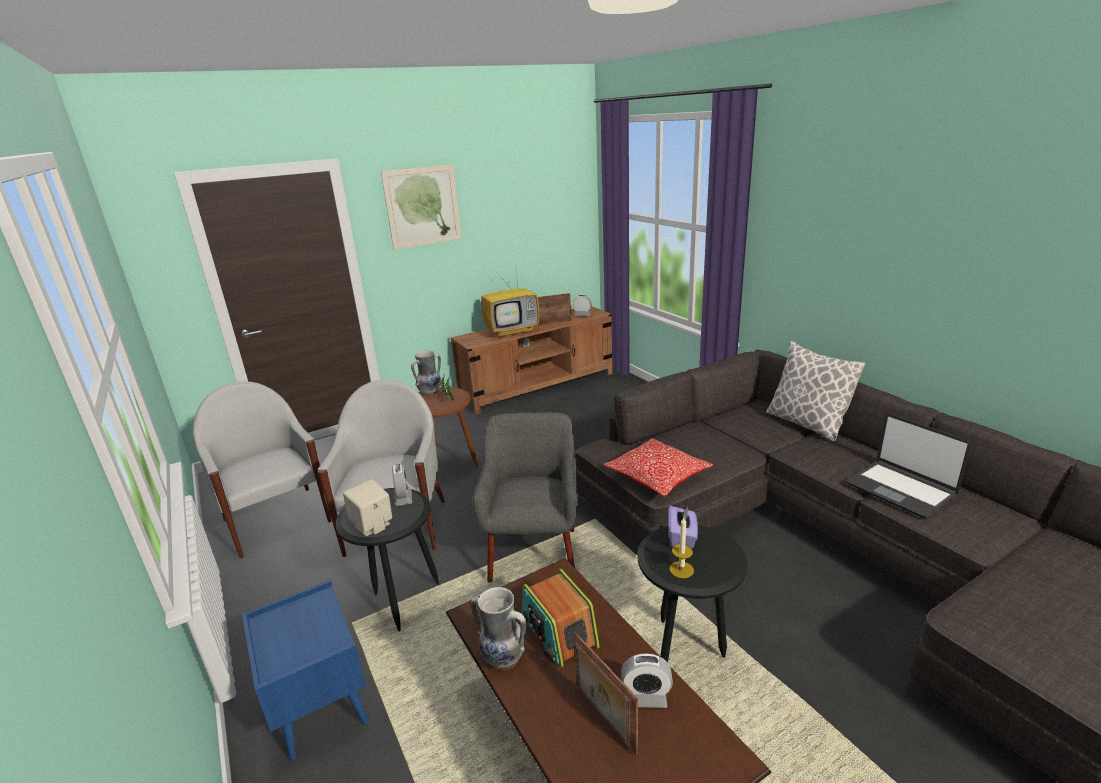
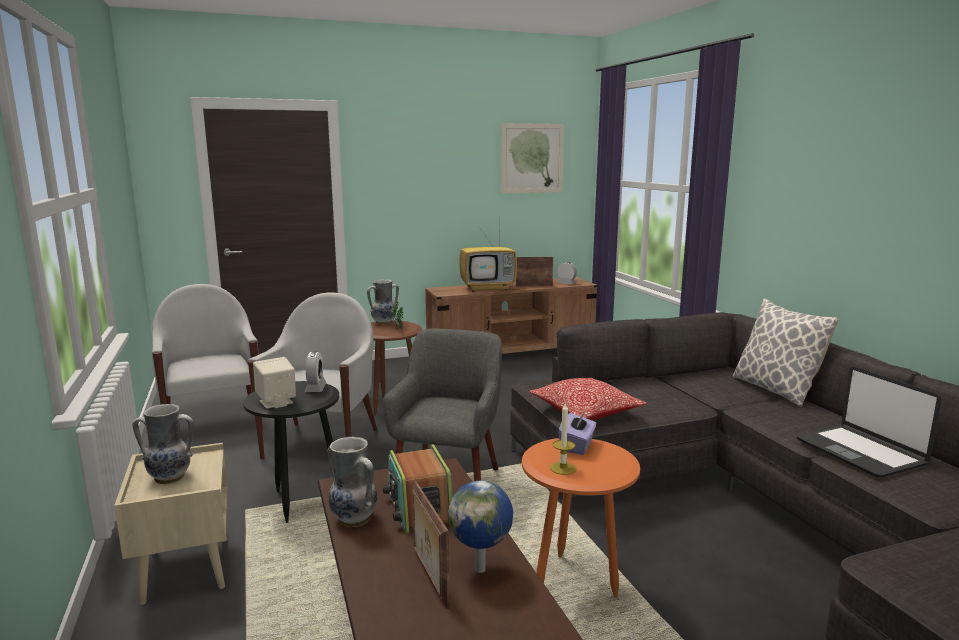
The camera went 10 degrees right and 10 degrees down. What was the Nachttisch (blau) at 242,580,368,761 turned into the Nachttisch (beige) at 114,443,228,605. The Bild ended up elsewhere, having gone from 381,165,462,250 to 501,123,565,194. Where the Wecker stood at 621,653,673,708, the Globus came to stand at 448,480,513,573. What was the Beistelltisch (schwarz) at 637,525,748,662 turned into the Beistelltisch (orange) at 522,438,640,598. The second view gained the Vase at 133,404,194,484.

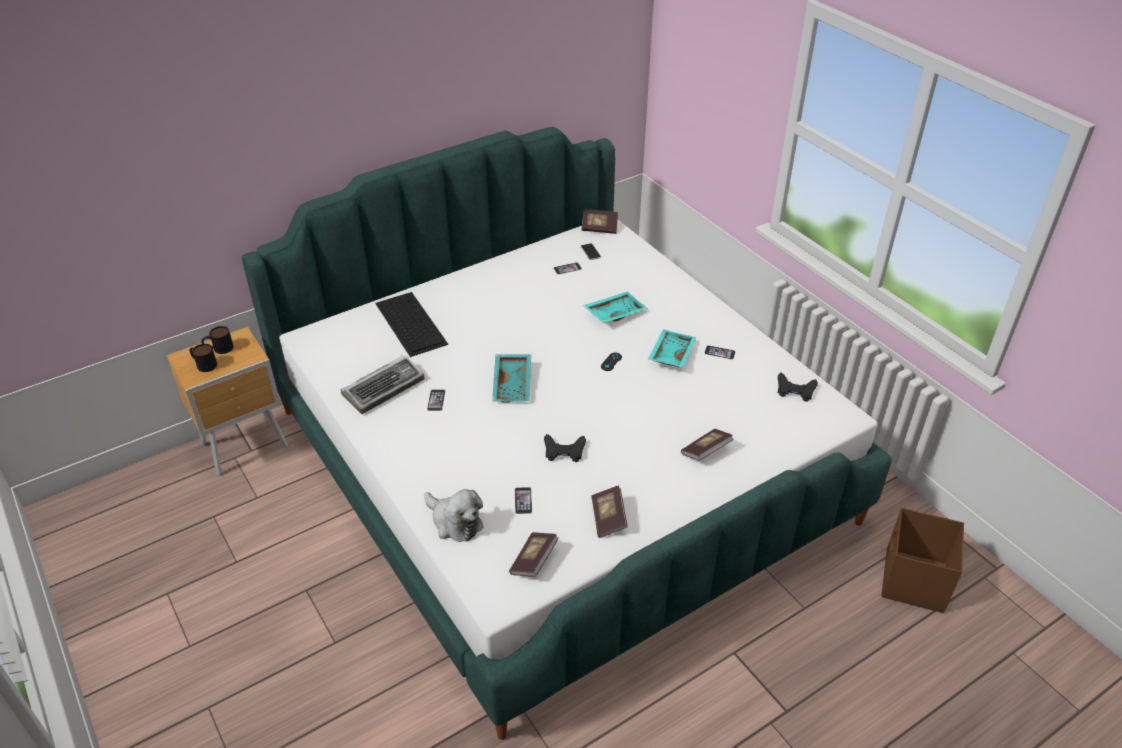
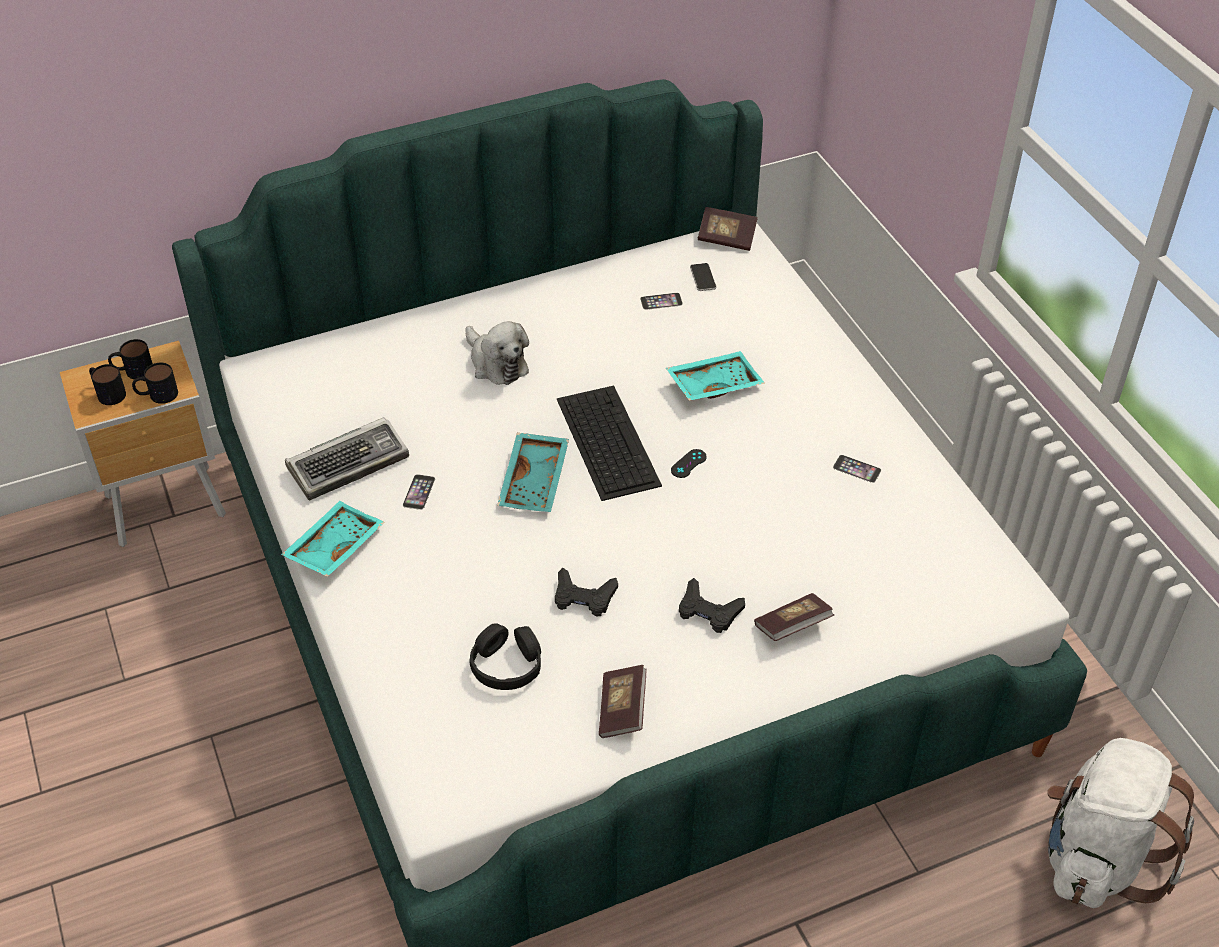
The camera went 10 degrees right and 5 degrees up. The Tastatur ended up elsewhere, having gone from 375,292,448,357 to 557,386,662,501. The Plüschtier ended up elsewhere, having gone from 424,489,484,542 to 465,321,529,385. The second view lost the Buch at 509,532,559,577. Where the Handy stood at 515,487,532,514, the Kopfhörer (schwarz) came to stand at 469,623,541,690. The Tablett (türkis) ended up elsewhere, having gone from 648,329,697,368 to 281,501,385,577. The Gamepad (schwarz) ended up elsewhere, having gone from 778,373,818,402 to 679,578,745,633. Where the Aufbewahrungsbox (braun) stood at 881,508,964,613, the Rucksack (weiß) came to stand at 1048,738,1194,908. The second view gained the Henkelbecher at 132,363,178,404.

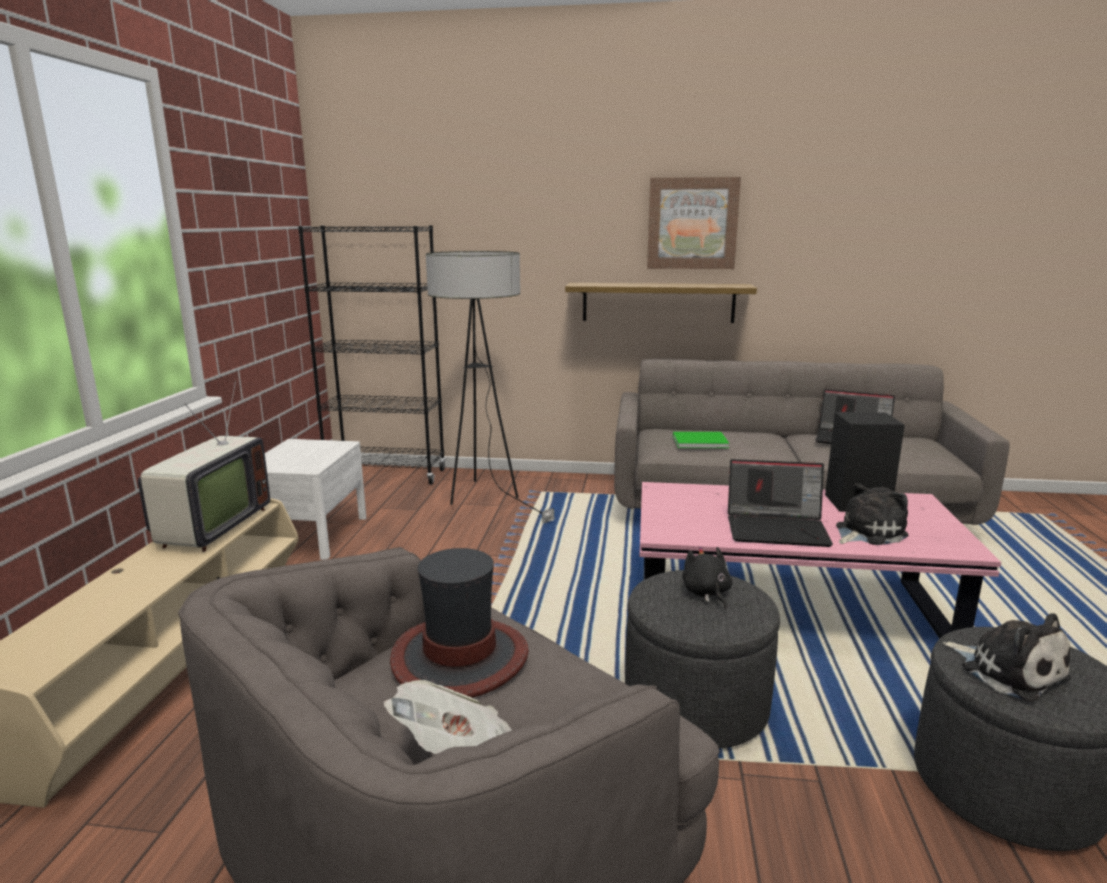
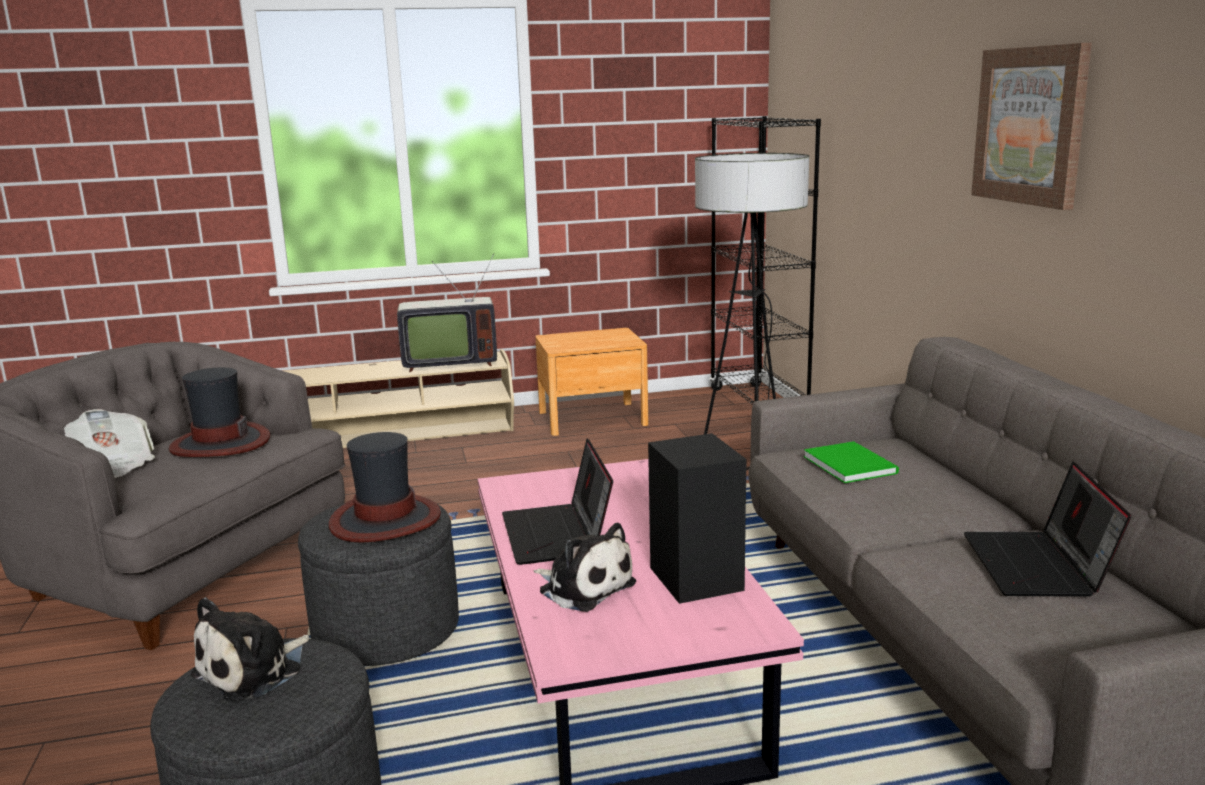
The camera went 70 degrees right and 0 degrees up. What was the Nachttisch (weiß) at 265,439,366,560 turned into the Nachttisch (braun) at 535,328,648,436. The second view lost the Wandregal at 565,283,757,323. Where the Plüschtier (schwarz) stood at 683,546,732,610, the Hut came to stand at 329,432,441,543.

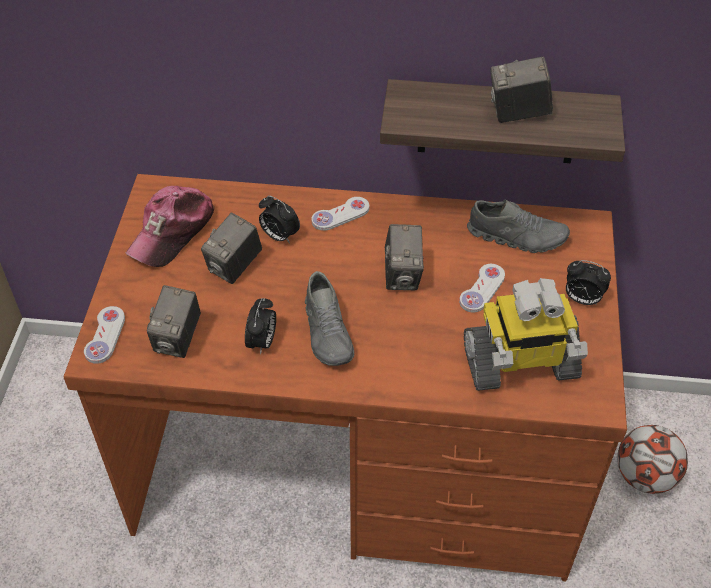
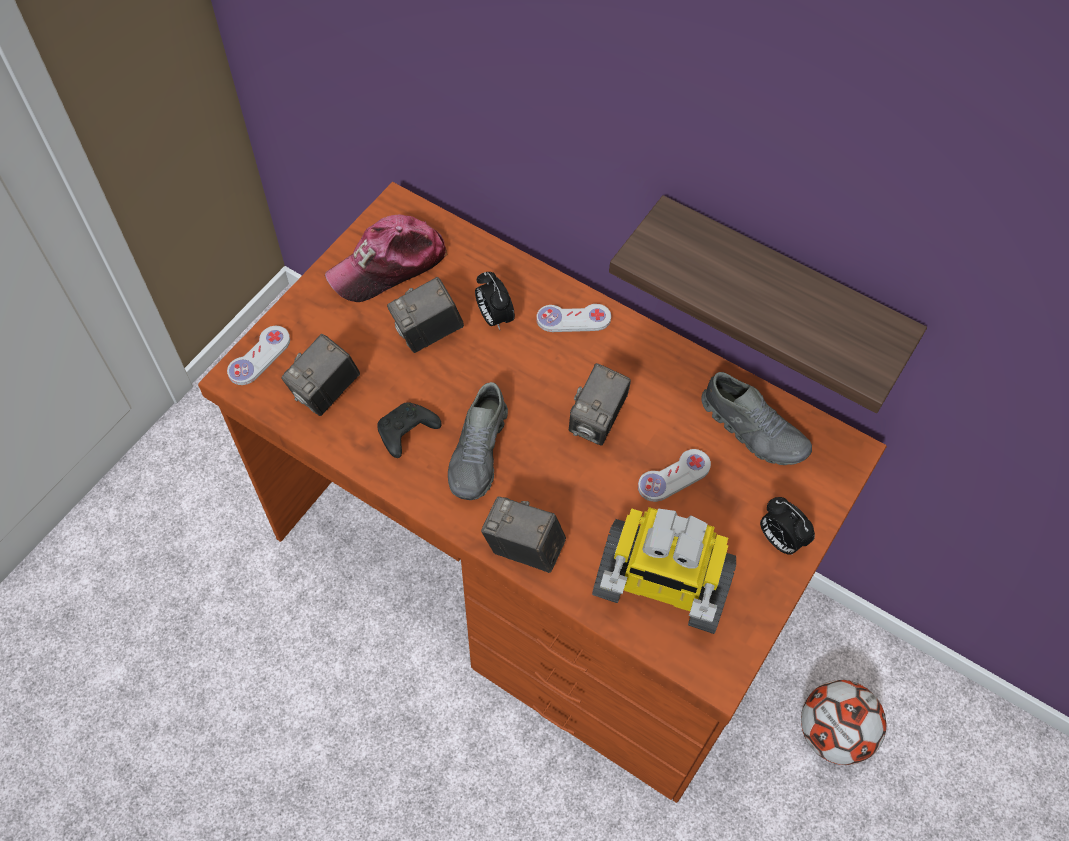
The camera went 25 degrees right and 10 degrees up. Where the Wecker stood at 245,298,276,354, the Gamepad (schwarz) came to stand at 377,402,442,458. The Kamera ended up elsewhere, having gone from 490,56,553,123 to 481,497,566,573.

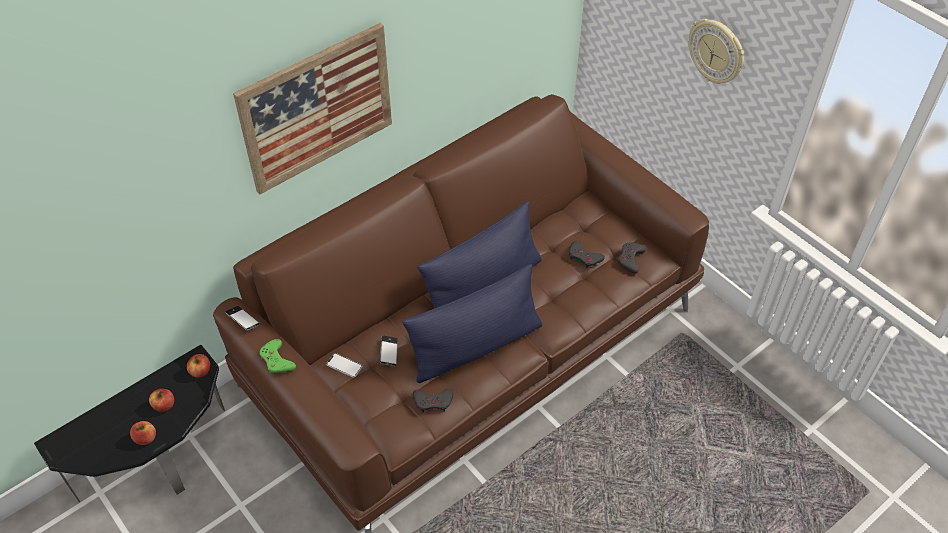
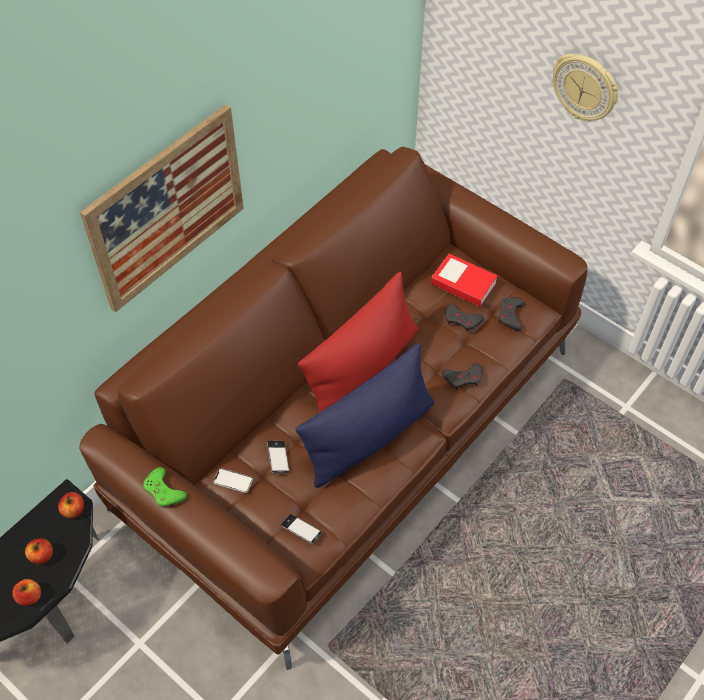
The camera went 10 degrees left and 5 degrees up. The Handy ended up elsewhere, having gone from 225,306,260,331 to 281,514,322,544. The Gamepad (grau) ended up elsewhere, having gone from 413,388,453,413 to 442,363,482,390. What was the Kissen (blau) at 418,201,542,308 turned into the Kissen (rot) at 298,272,418,413. The second view gained the Buch at 431,254,497,307.

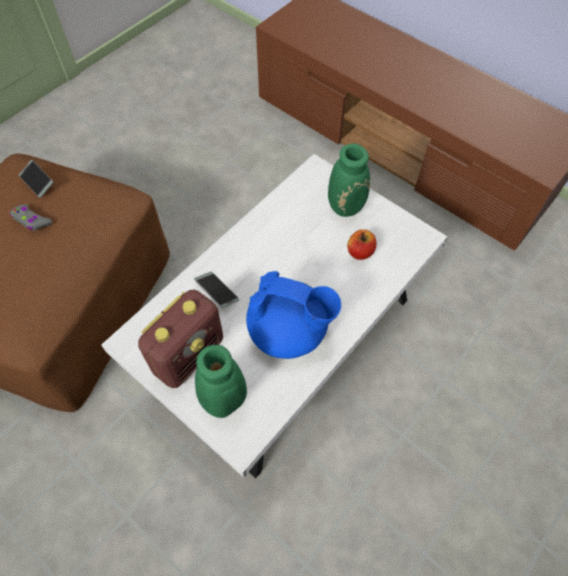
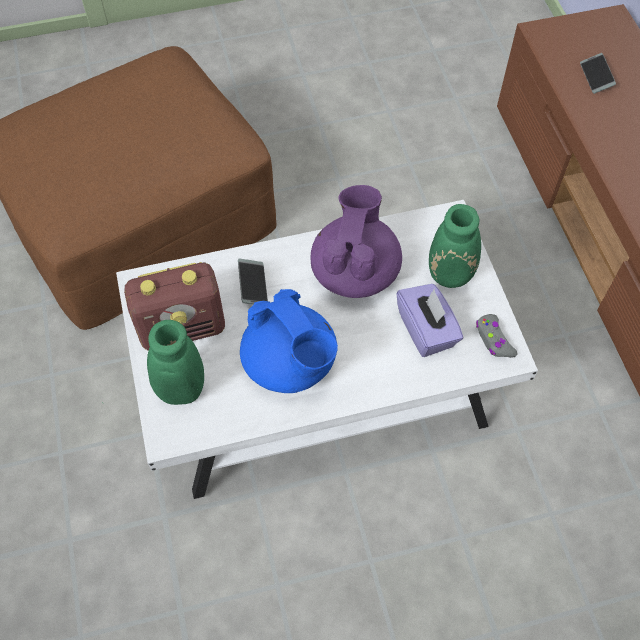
The camera went 35 degrees right and 0 degrees up. The Gamepad (grau) ended up elsewhere, having gone from 10,204,52,230 to 476,314,518,358. The Handy ended up elsewhere, having gone from 19,160,53,198 to 580,53,616,94. Where the Apfel stood at 347,229,376,260, the Taschentuchbox (lila) came to stand at 396,284,463,357. The second view gained the Teekanne (lila) at 311,185,402,298.

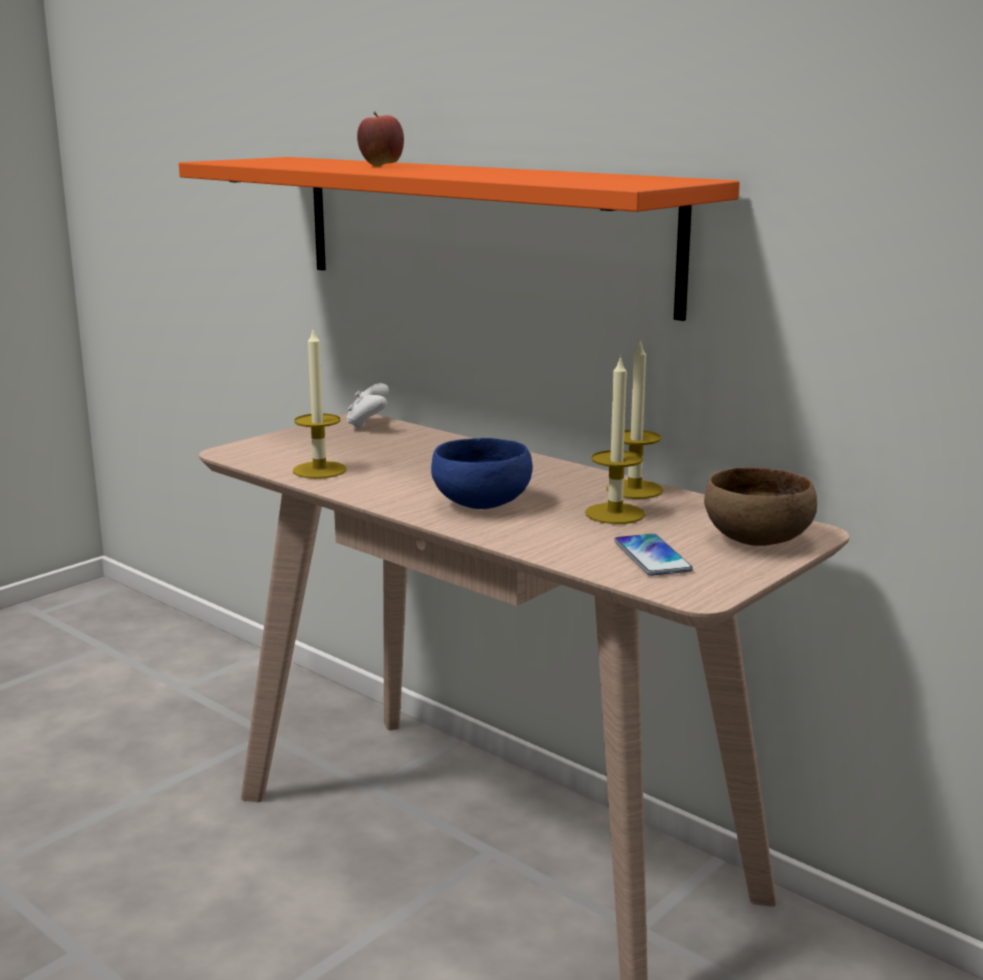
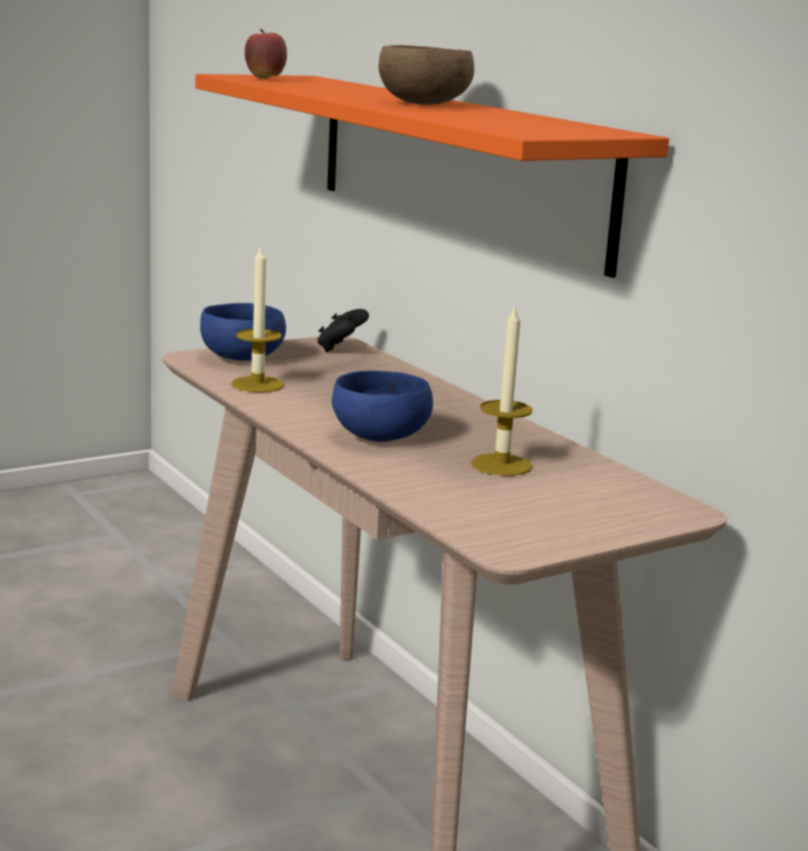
The camera went 15 degrees right and 0 degrees up. What was the Gamepad (weiß) at 346,383,389,430 turned into the Gamepad (schwarz) at 317,309,369,352. The Apfel ended up elsewhere, having gone from 357,111,404,166 to 245,29,287,79. The second view lost the Kerze at 606,339,663,499. The second view lost the Handy at 614,534,693,576. The Schüssel (braun) ended up elsewhere, having gone from 704,467,817,546 to 378,45,474,104. The second view gained the Schüssel (blau) at 200,303,286,361.

